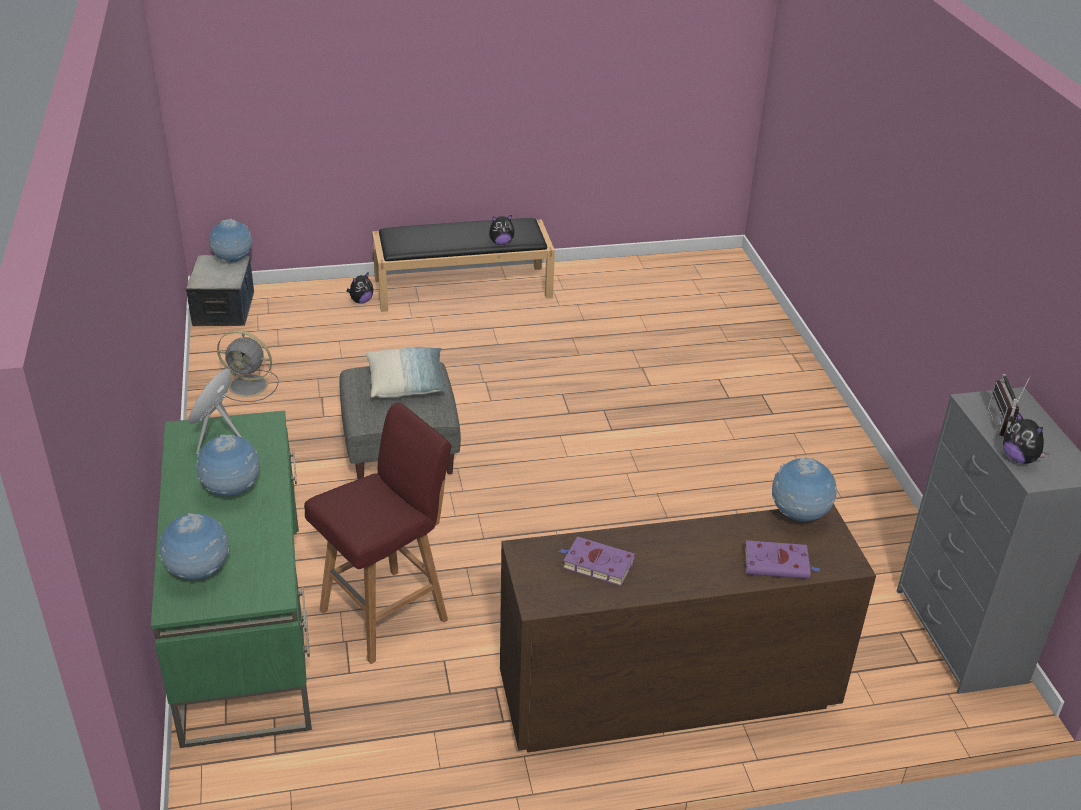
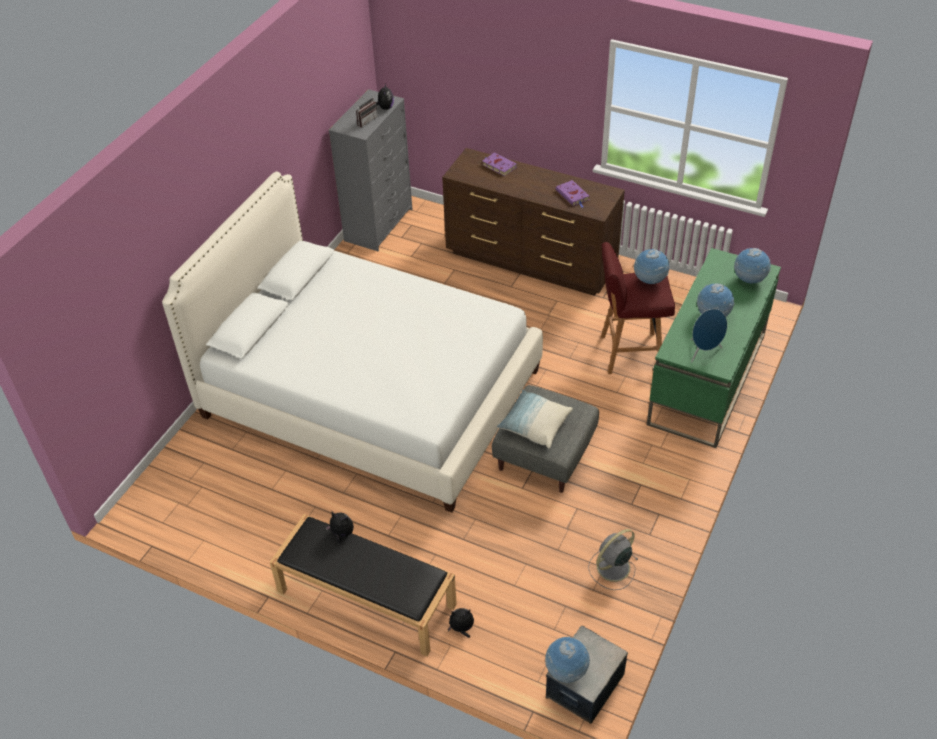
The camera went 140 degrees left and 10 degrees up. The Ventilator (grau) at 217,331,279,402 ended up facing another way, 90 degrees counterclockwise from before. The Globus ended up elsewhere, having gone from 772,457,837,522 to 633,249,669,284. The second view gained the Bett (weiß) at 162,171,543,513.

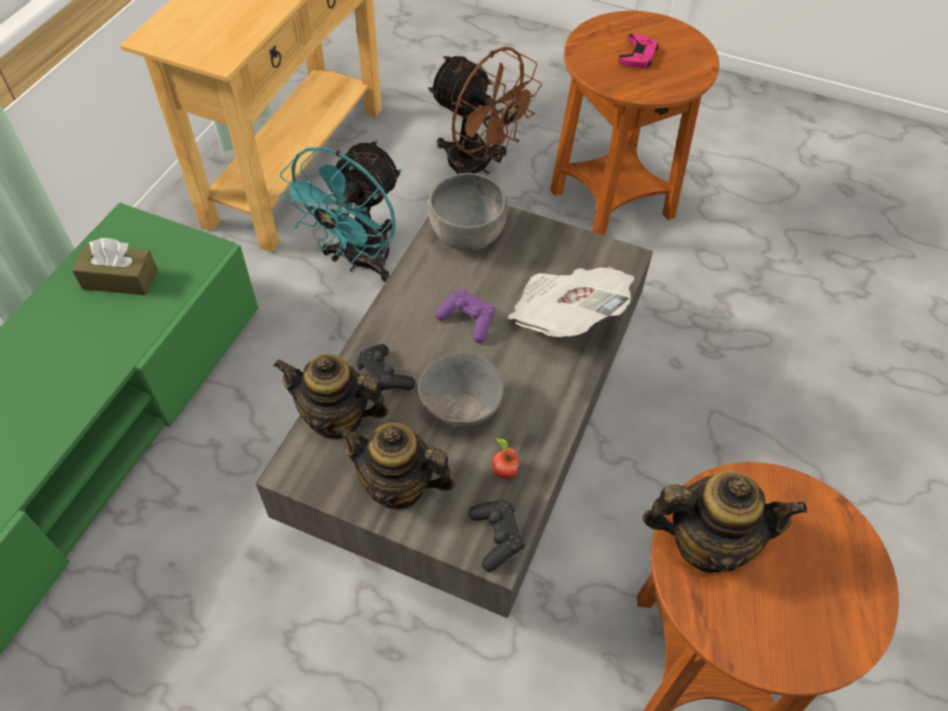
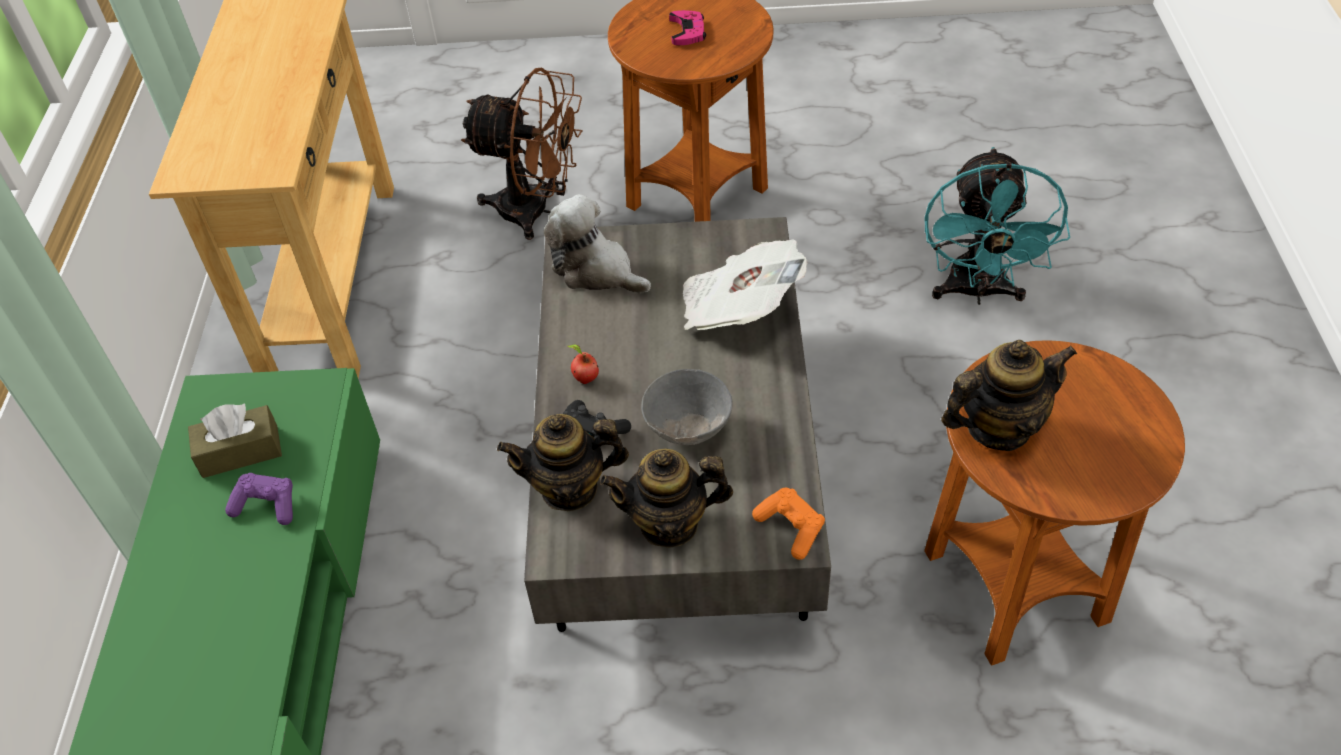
The camera went 20 degrees left and 5 degrees down. The Ventilator (türkis) ended up elsewhere, having gone from 278,140,401,282 to 925,147,1070,305. Where the Schüssel (grau) stood at 428,173,507,251, the Plüschtier came to stand at 544,194,651,293. The Gamepad (lila) ended up elsewhere, having gone from 435,289,494,343 to 225,473,293,525. What was the Gamepad (schwarz) at 468,500,525,572 turned into the Gamepad (orange) at 752,488,825,560. The Apfel ended up elsewhere, having gone from 492,438,519,478 to 567,344,599,384.

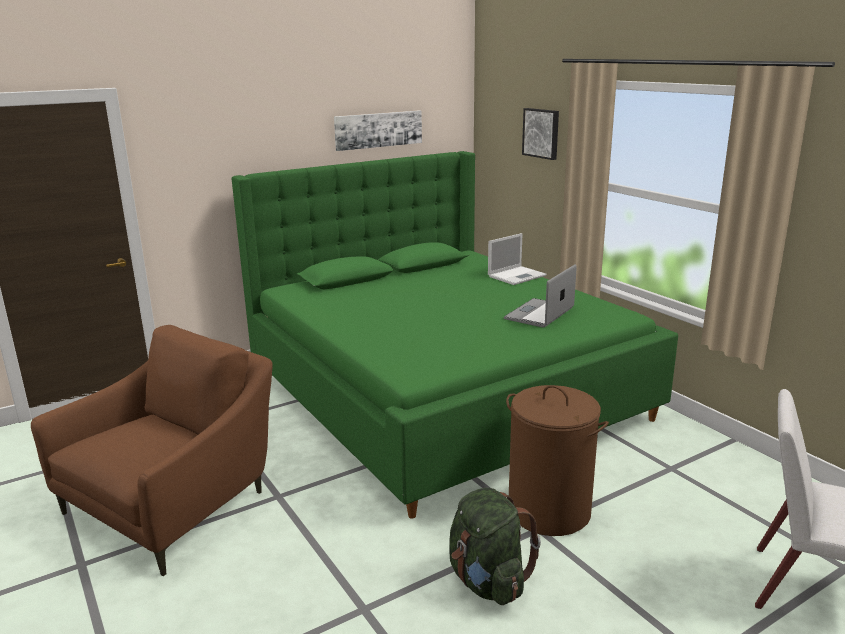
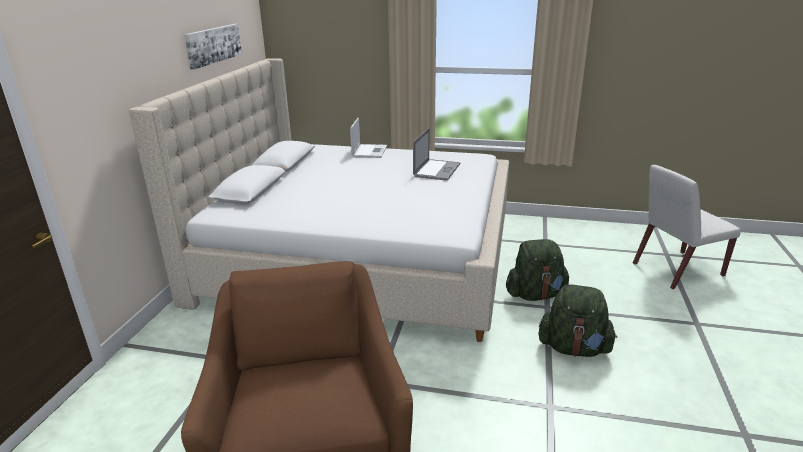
The camera went 45 degrees left and 5 degrees up. What was the Bett (grün) at 232,151,678,519 turned into the Bett (beige) at 129,58,509,342. The Laptop at 504,264,577,328 ended up facing another way, 150 degrees counterclockwise from before. Where the Wäschekorb (braun) stood at 506,385,609,536, the Rucksack (grün) came to stand at 506,239,570,301. The second view lost the Bild at 522,108,559,160.

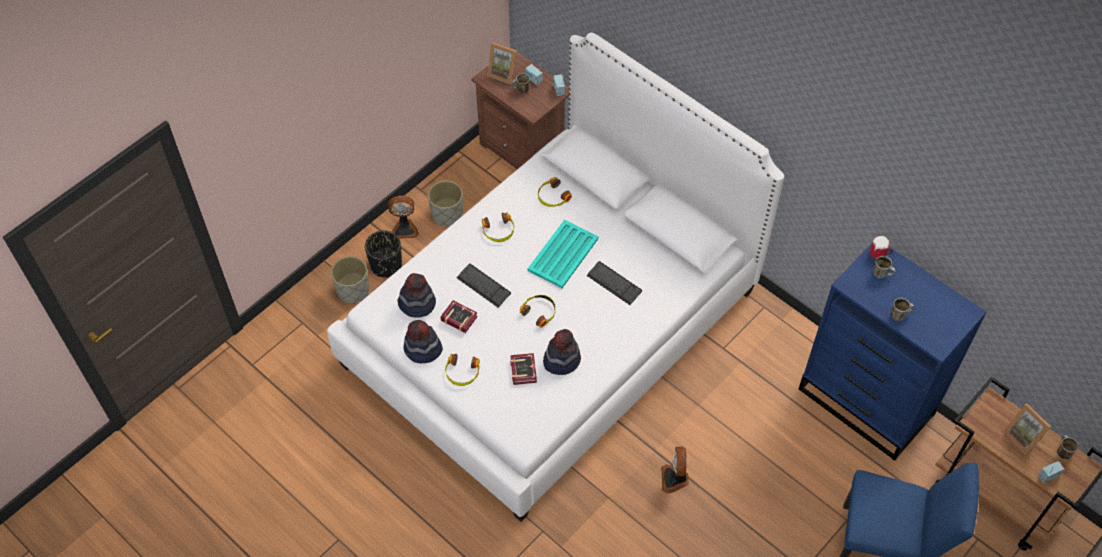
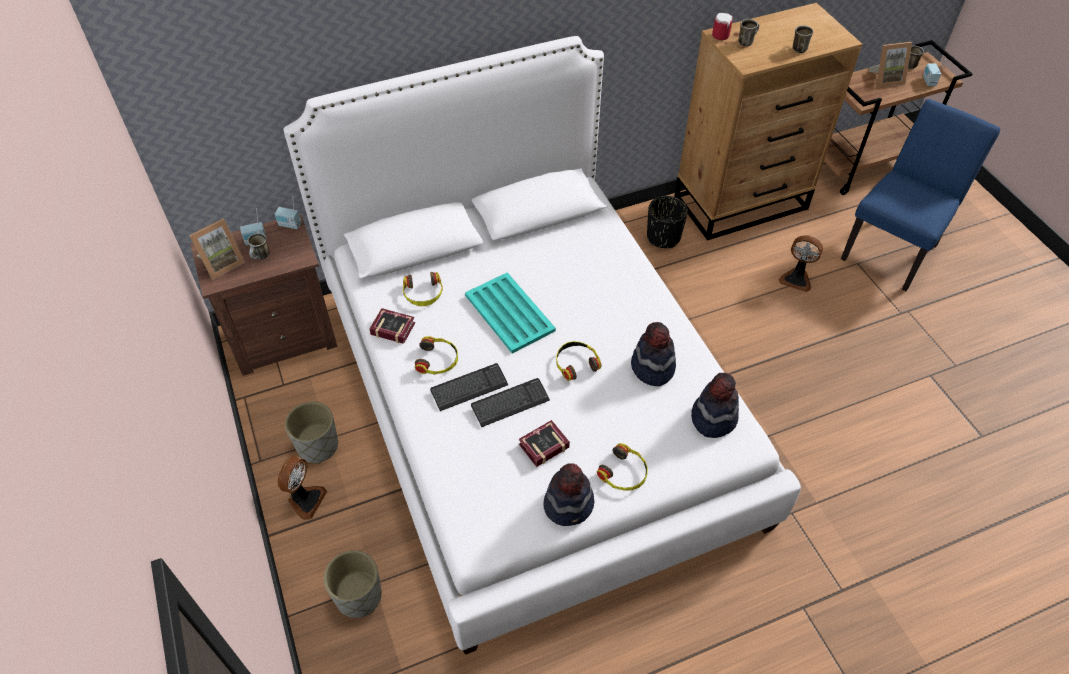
The camera went 65 degrees left and 5 degrees down. The Pflanzkübel (schwarz) ended up elsewhere, having gone from 365,230,402,277 to 647,196,688,248. The Hut ended up elsewhere, having gone from 397,273,436,318 to 691,373,739,438. The Buch ended up elsewhere, having gone from 510,353,537,385 to 370,308,415,344. The Tastatur ended up elsewhere, having gone from 587,261,642,305 to 430,363,508,411. The Ventilator ended up elsewhere, having gone from 661,447,689,494 to 779,235,823,292. What was the Kommode (blau) at 799,243,986,461 turned into the Kommode (braun) at 675,3,862,241.

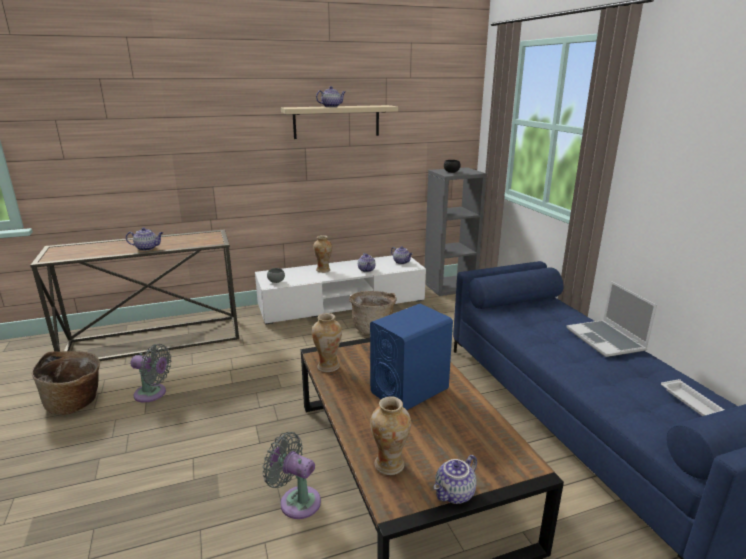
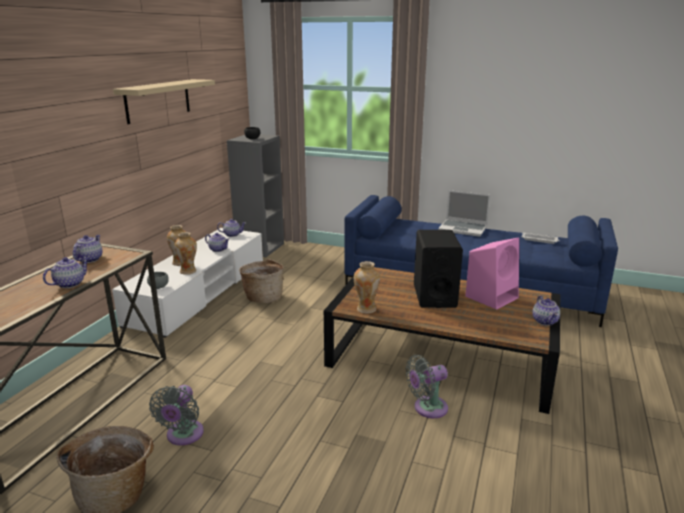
The camera went 50 degrees left and 0 degrees up. The Ventilator (grau) at 130,344,172,403 ended up facing another way, 135 degrees clockwise from before. The Teekanne ended up elsewhere, having gone from 316,86,345,107 to 73,235,102,263. What was the Lautsprecher (blau) at 370,303,453,410 turned into the Lautsprecher (schwarz) at 414,230,463,308. The Vase ended up elsewhere, having gone from 370,396,411,475 to 174,232,197,275. The second view gained the Lautsprecher (rosa) at 465,237,519,310.

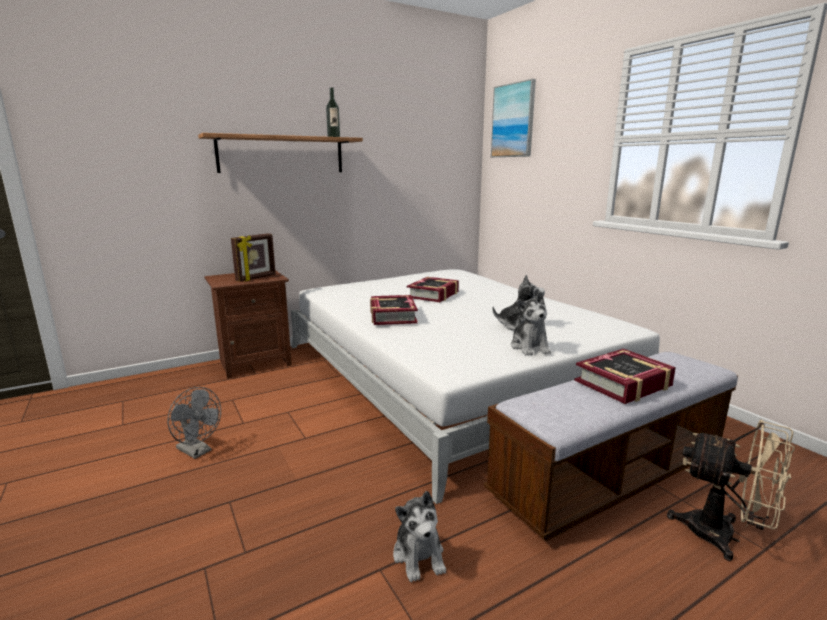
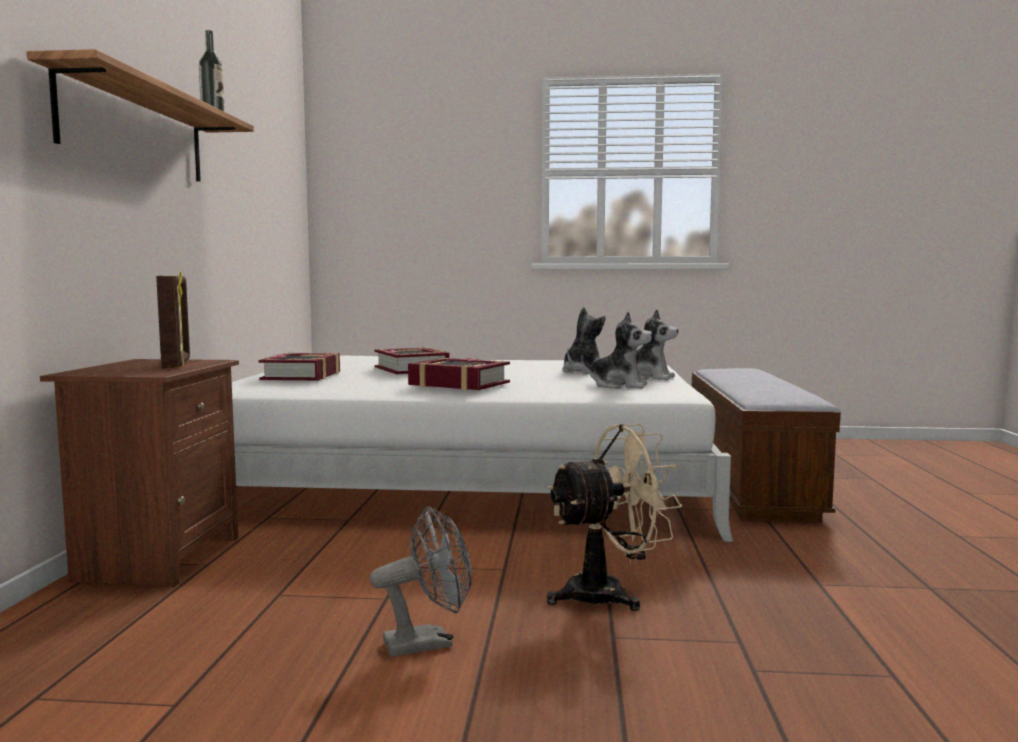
The camera went 55 degrees left and 10 degrees down. The Plüschtier ended up elsewhere, having gone from 393,491,446,582 to 581,312,652,389. The second view lost the Bild at 491,79,536,157. The Buch ended up elsewhere, having gone from 574,349,676,404 to 258,352,340,381. The Ventilator (beige) ended up elsewhere, having gone from 667,420,795,561 to 547,424,682,611.

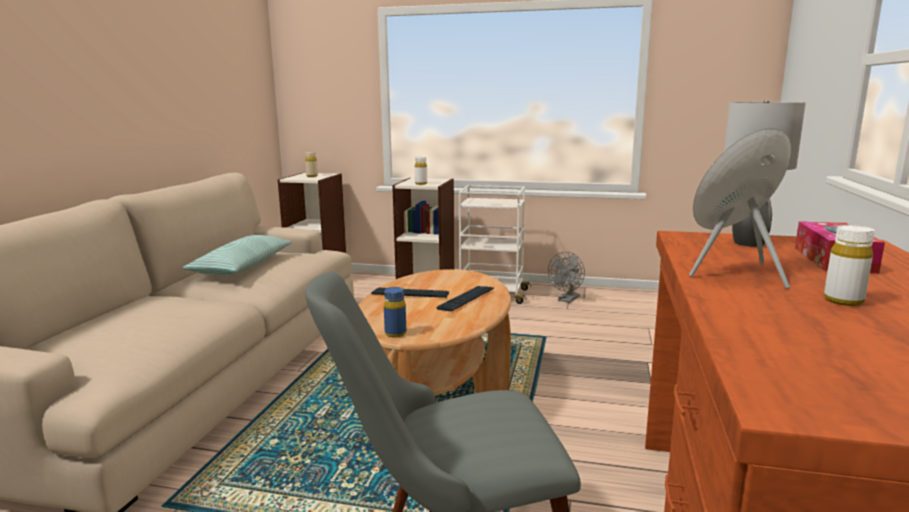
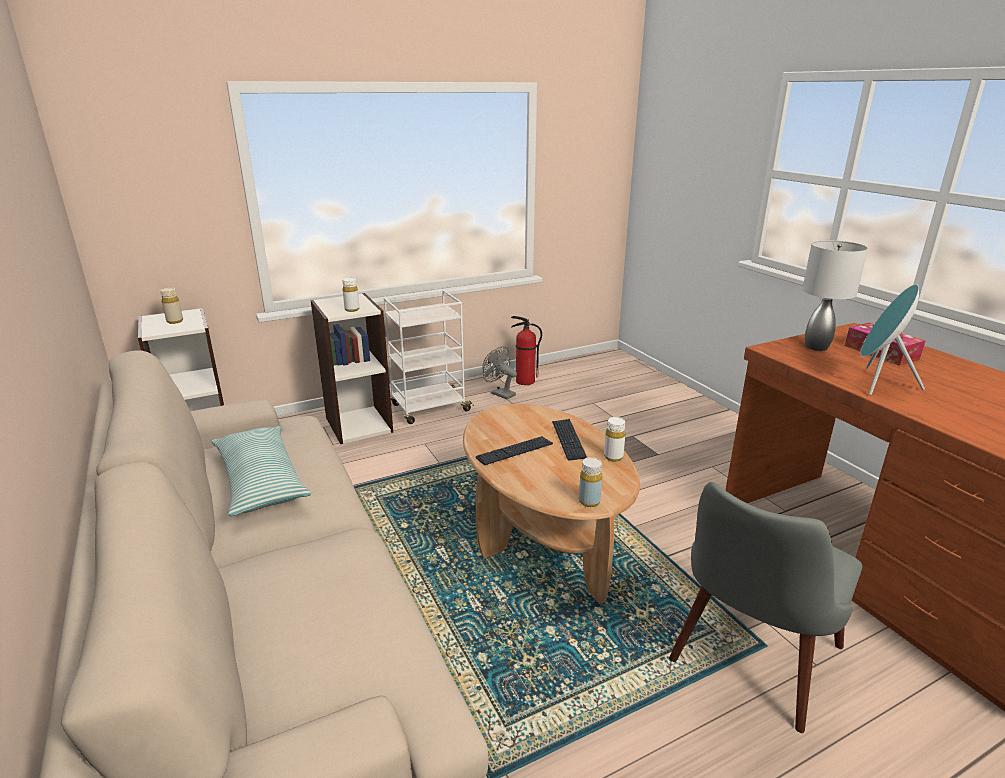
The camera went 40 degrees left and 10 degrees up. What was the Flasche (blau) at 384,287,406,338 turned into the Flasche (gelb) at 579,457,602,507. The Ventilator (grau) at 548,252,585,303 ended up facing another way, 135 degrees clockwise from before. The Flasche (weiß) ended up elsewhere, having gone from 824,225,875,306 to 604,417,625,462. The second view gained the Feuerlöscher at 511,316,542,385.

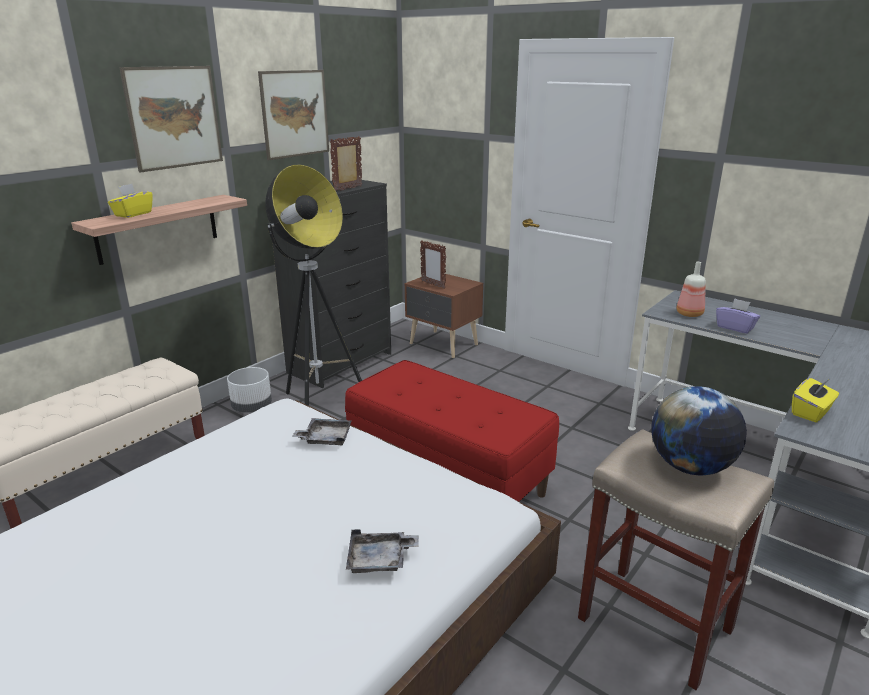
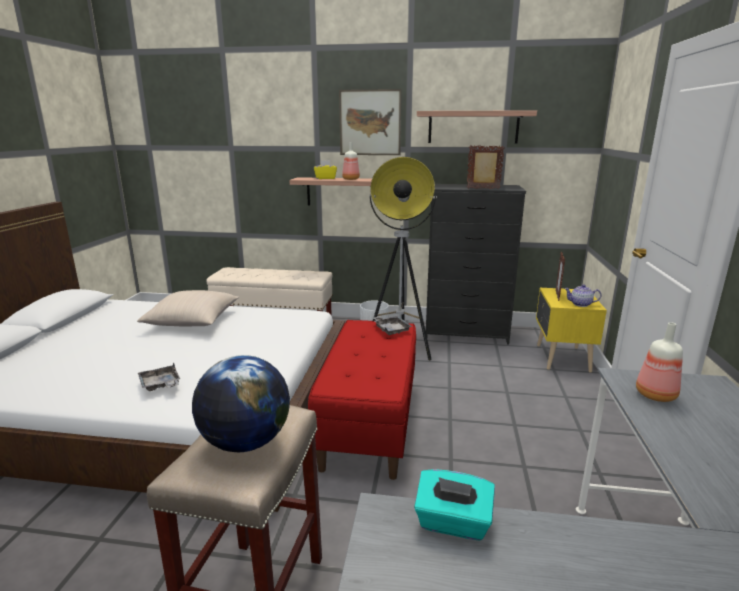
The camera went 60 degrees right and 5 degrees down. Where the Bild hung at 258,70,329,160, the Wandregal came to hang at 417,110,537,143. The Tablett (grau) ended up elsewhere, having gone from 292,418,352,445 to 374,316,412,335. What was the Nachttisch (braun) at 405,273,483,358 turned into the Nachttisch (gelb) at 536,288,607,373. The second view lost the Taschentuchbox (lila) at 716,298,760,334. What was the Taschentuchbox (gelb) at 792,378,839,422 turned into the Taschentuchbox (türkis) at 414,469,495,541. The second view gained the Kissen (beige) at 137,290,239,327. The second view gained the Flasche at 342,142,360,180. The second view gained the Teekanne at 564,284,602,307.

